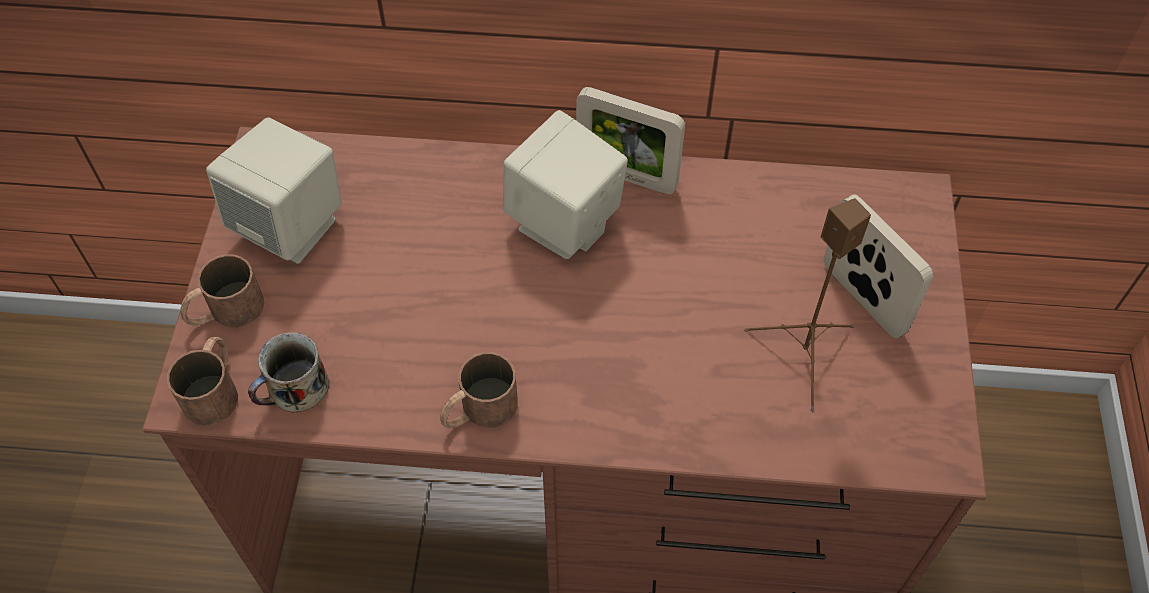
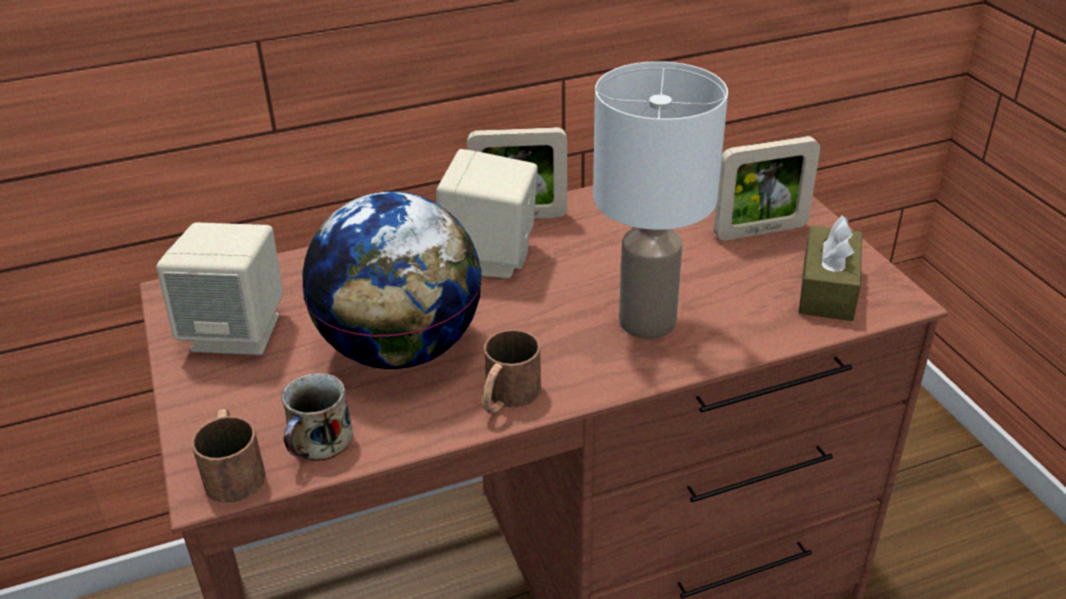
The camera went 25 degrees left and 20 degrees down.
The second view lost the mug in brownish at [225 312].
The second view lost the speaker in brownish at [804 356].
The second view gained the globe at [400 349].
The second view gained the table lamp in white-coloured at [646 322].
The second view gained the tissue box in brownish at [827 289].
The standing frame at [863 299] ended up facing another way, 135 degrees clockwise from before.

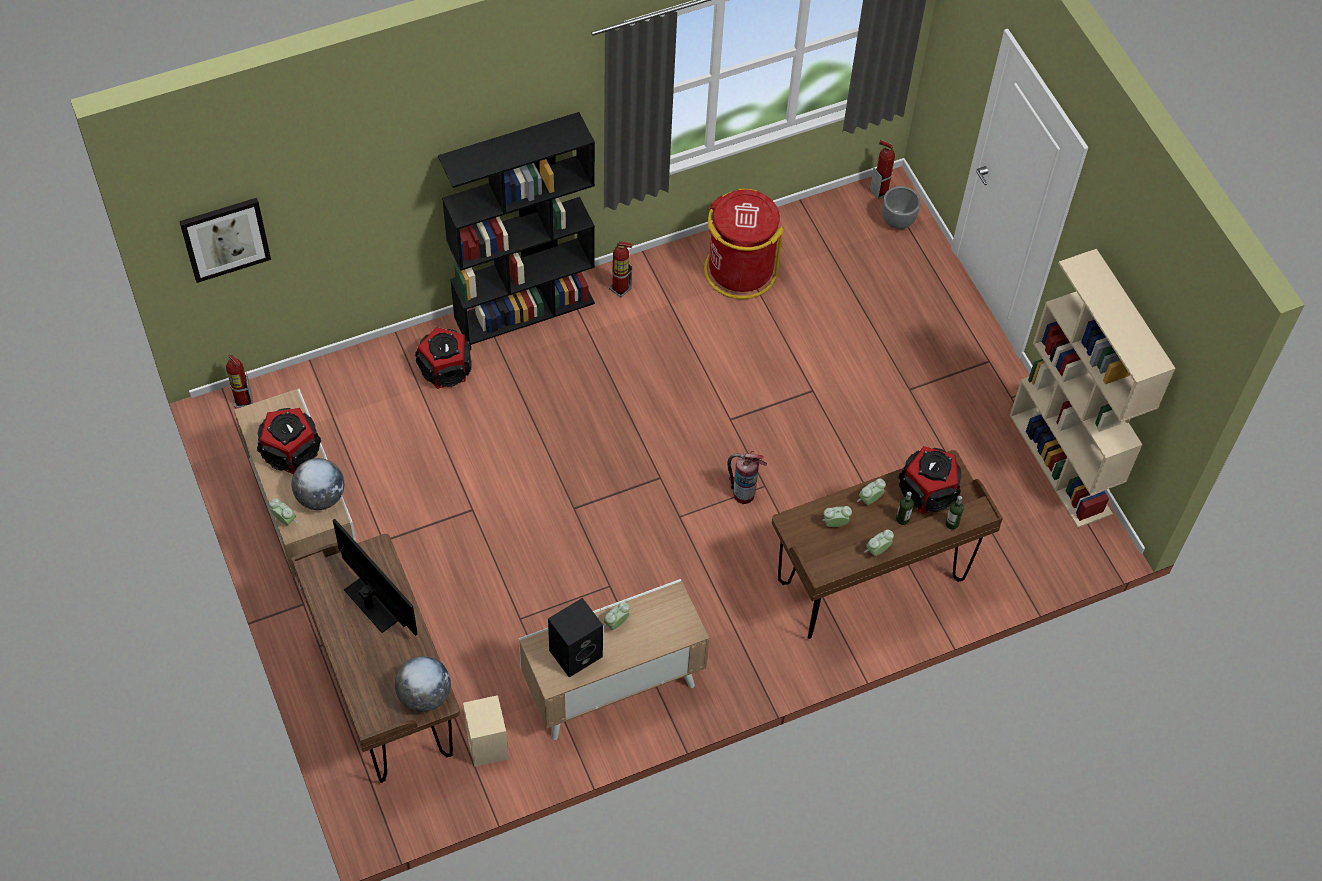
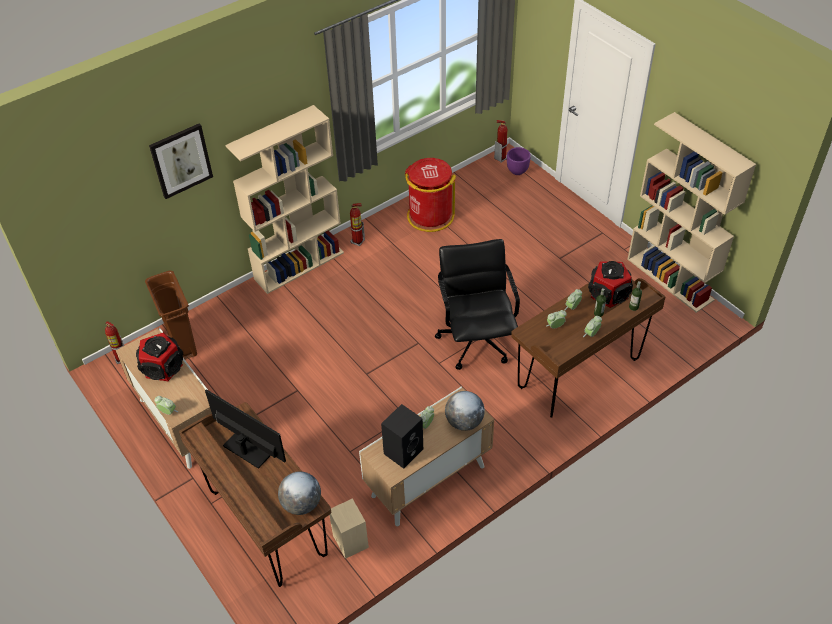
The camera went 10 degrees left and 10 degrees down.
The second view lost the speaker at [446 369].
The second view gained the trash can in brownish at [182 343].
The wall picture ended up elsewhere, having gone from [225 238] to [181 160].
The globe ended up elsewhere, having gone from [320 497] to [464 422].
Where the extinguisher stood at [743 494], the office chair in black-coloured came to stand at [476 340].
What was the bookshelf in black-coloured at [524 309] turned into the bookshelf in beige-coloured at [299 265].
What was the planter in greyish at [898 221] turned into the planter in purple at [517 171].

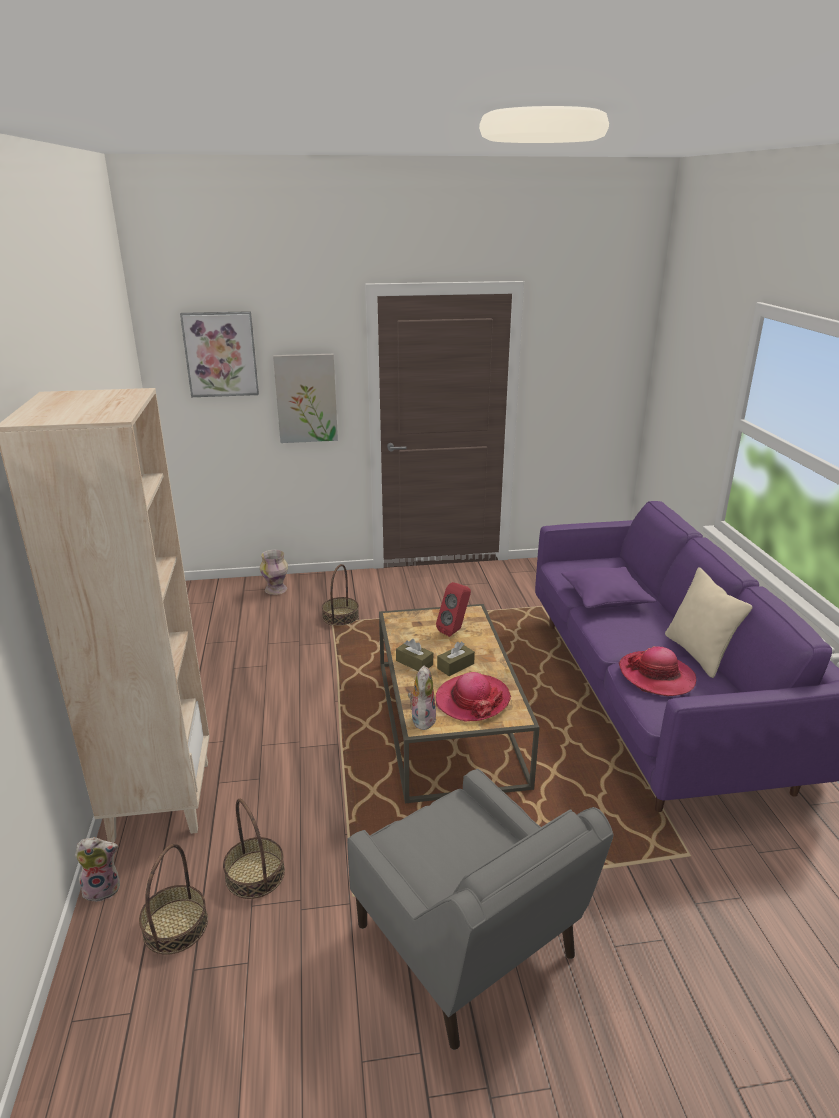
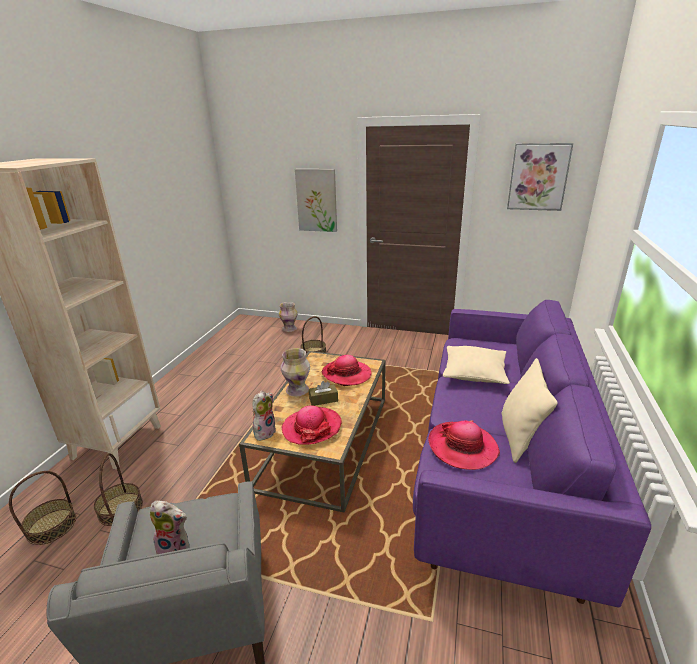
The camera went 25 degrees right and 0 degrees up.
The plush toy ended up elsewhere, having gone from [103 888] to [176 549].
The wall picture ended up elsewhere, having gone from [220 354] to [538 177].
Where the tissue box in brownish stood at [414 663], the flower vase came to stand at [298 390].
Where the speaker in red-coloured stood at [455 630], the clothing hat came to stand at [346 374].
What was the throw pillow in purple at [605 598] turned into the throw pillow in beige-coloured at [474 373].

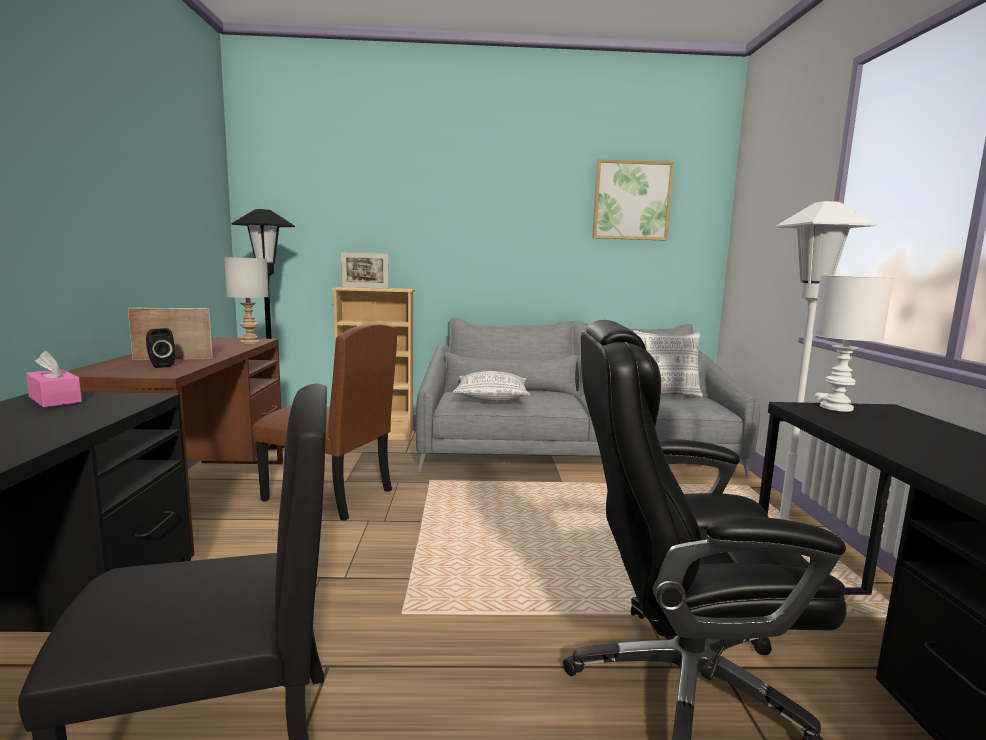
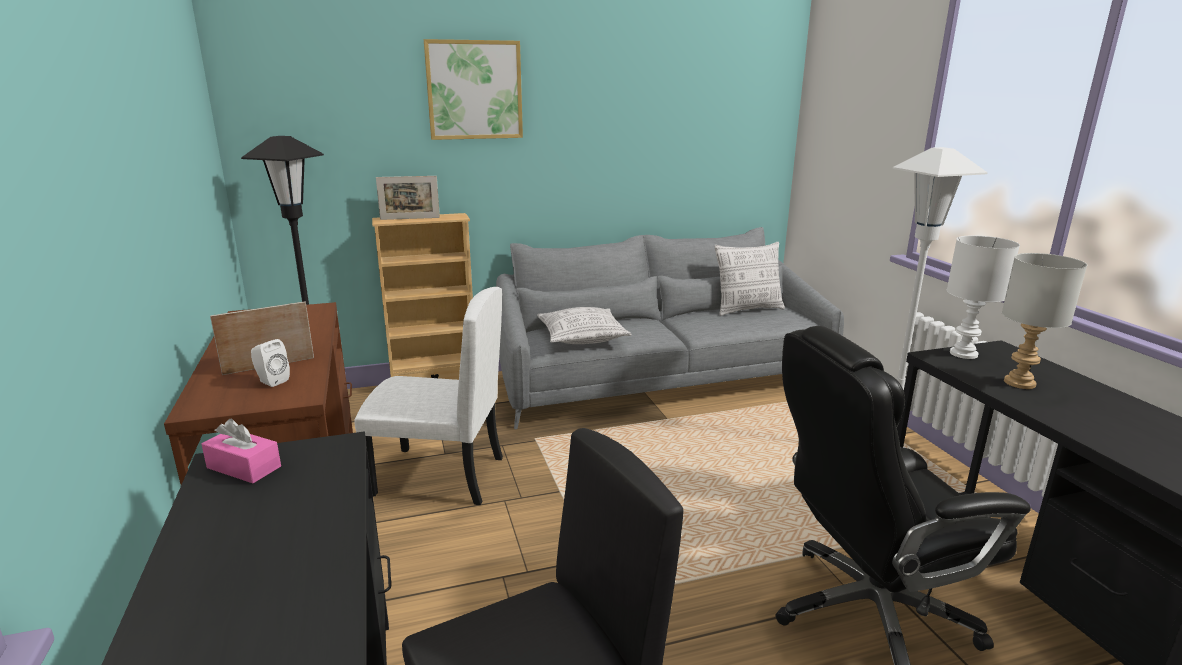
The camera went 15 degrees left and 10 degrees up.
The table lamp in greyish ended up elsewhere, having gone from [249 343] to [1019 383].
The wall picture ended up elsewhere, having gone from [631 200] to [474 90].
What was the speaker in black-coloured at [160 365] turned into the speaker in white-coloured at [271 381].
What was the upright chair in brownish at [328 495] turned into the upright chair in white-coloured at [439 476].

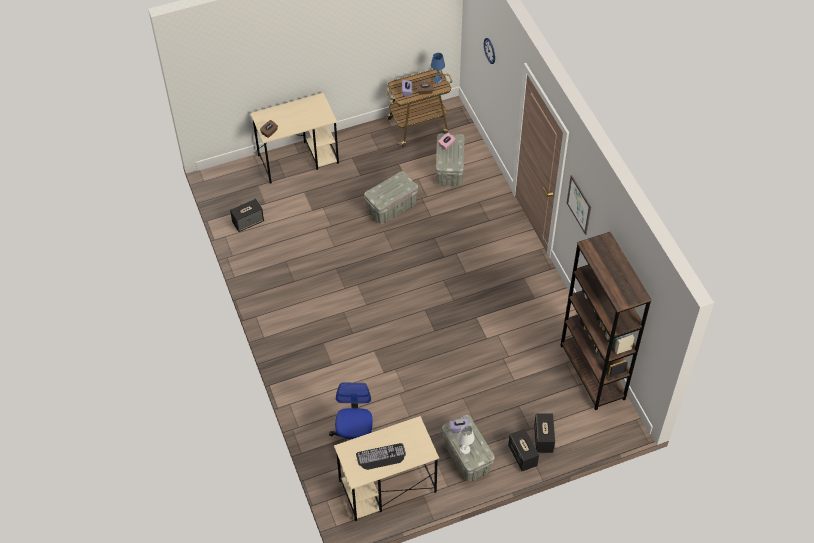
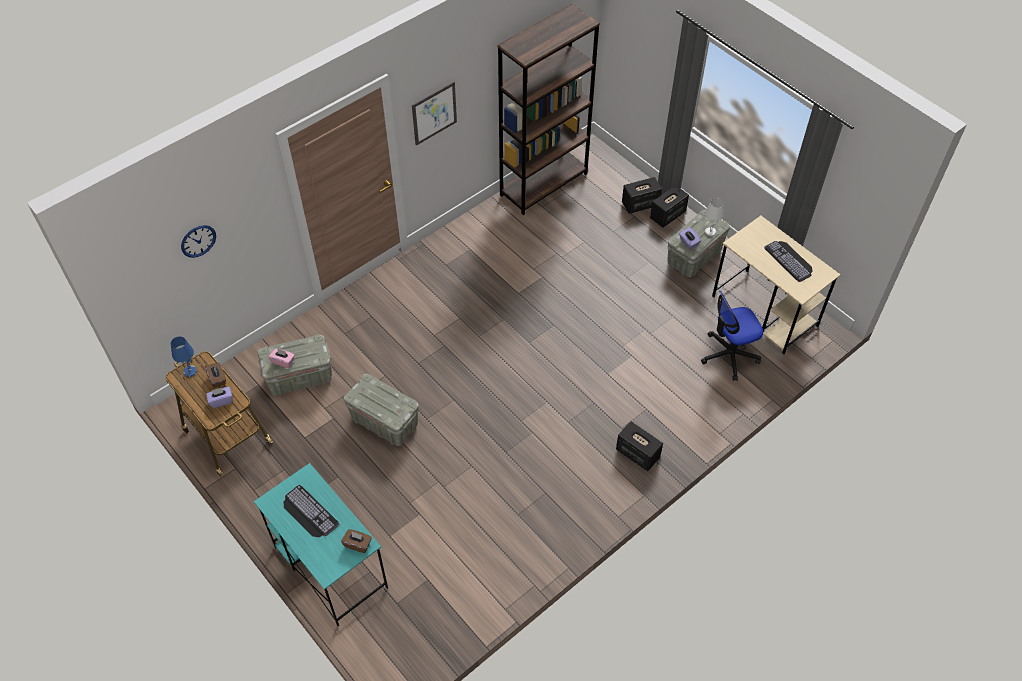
The camera went 110 degrees left and 0 degrees up.
The second view gained the keyboard at [308 513].
The speaker ended up elsewhere, having gone from [248 222] to [637 453].
What was the desk table in beige-coloured at [299 159] turned into the desk table in turquoise at [329 566].

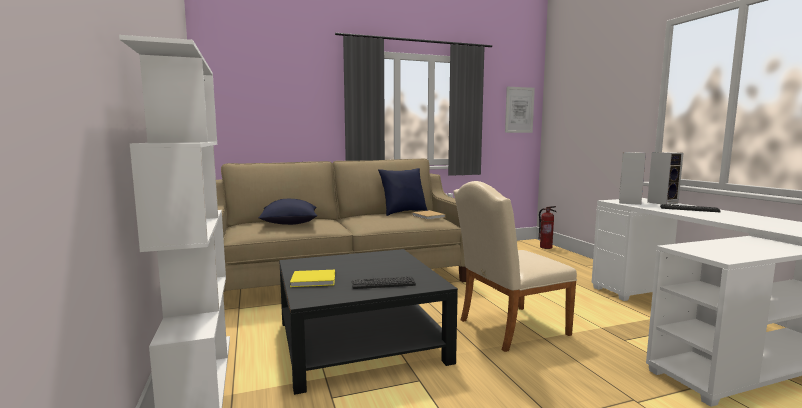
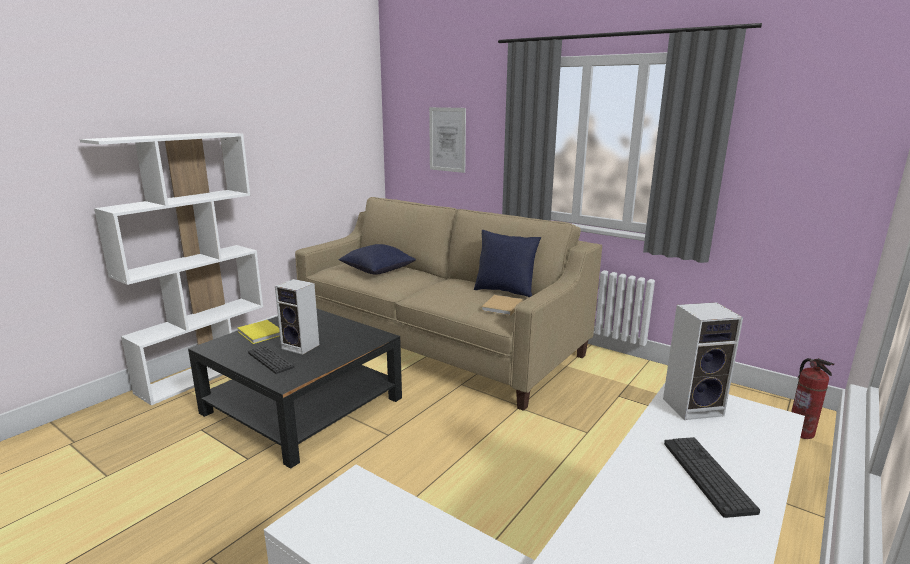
The camera went 55 degrees right and 10 degrees up.
The second view lost the upright chair in beige-coloured at [507 328].
The wall picture ended up elsewhere, having gone from [519 110] to [447 139].
The speaker ended up elsewhere, having gone from [662 202] to [302 347].

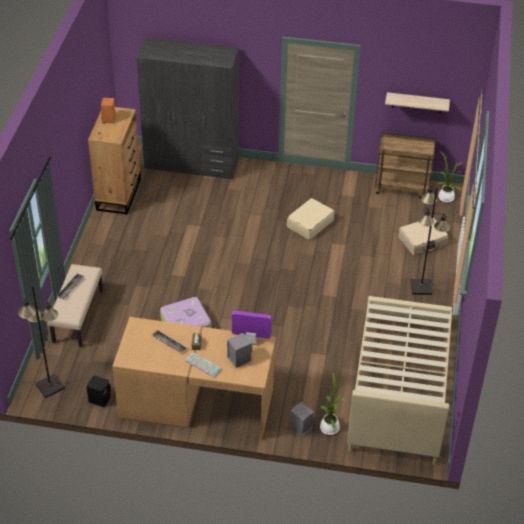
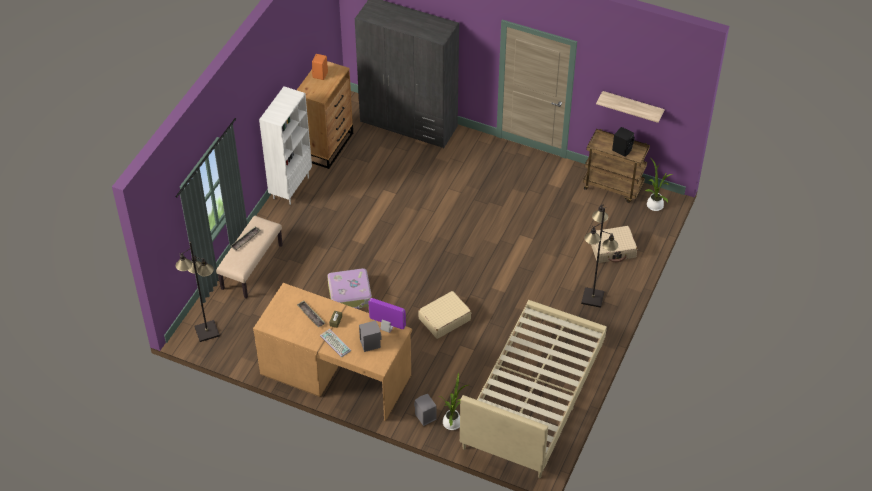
The camera went 15 degrees right and 5 degrees up.
The second view gained the bookshelf in white-coloured at [290 187].
The speaker in black-coloured ended up elsewhere, having gone from [100 399] to [622 149].
The piece of luggage in beige-coloured ended up elsewhere, having gone from [309 224] to [444 319].

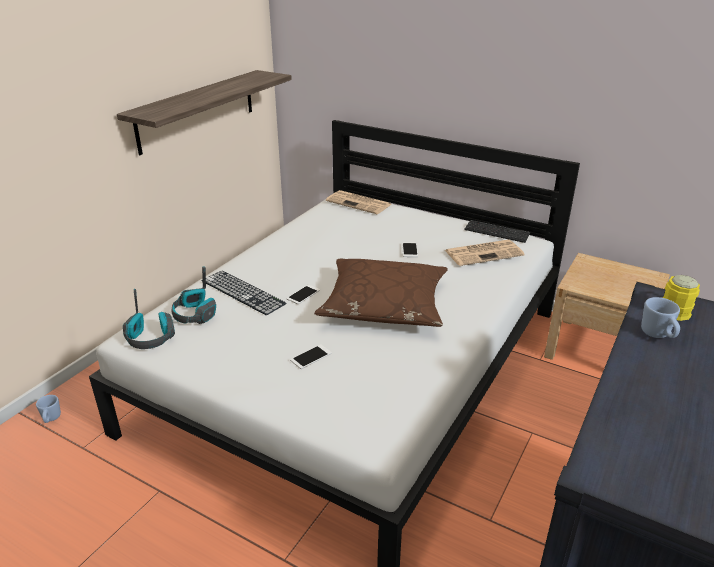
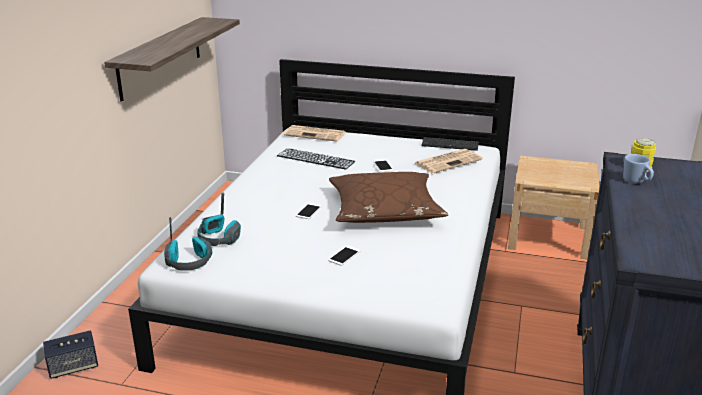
The camera went 15 degrees left and 5 degrees down.
The keyboard ended up elsewhere, having gone from [243 292] to [315 159].
Where the mug in blue-coloured stood at [51 419], the speaker came to stand at [73 367].

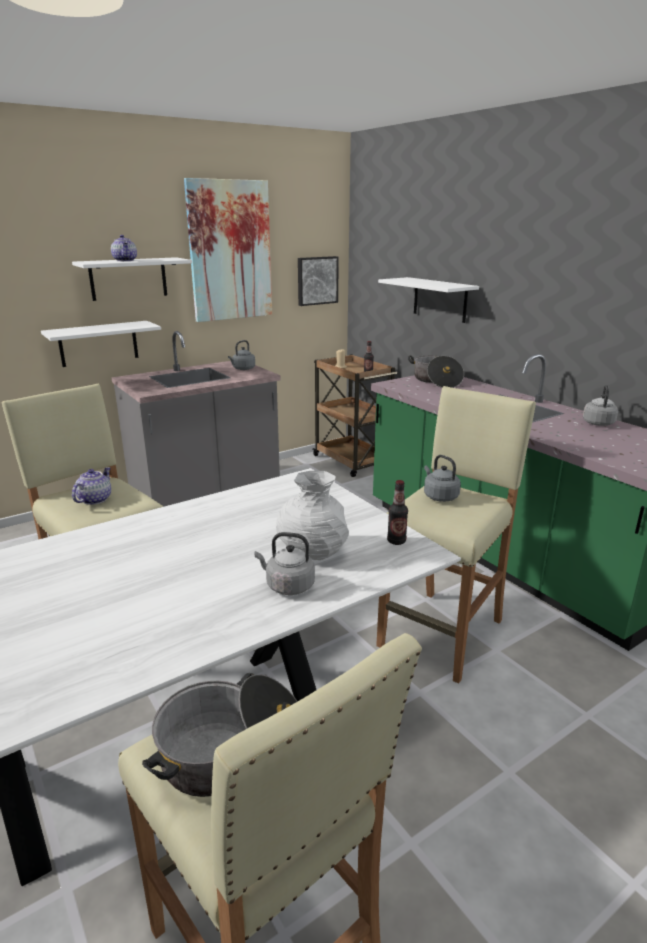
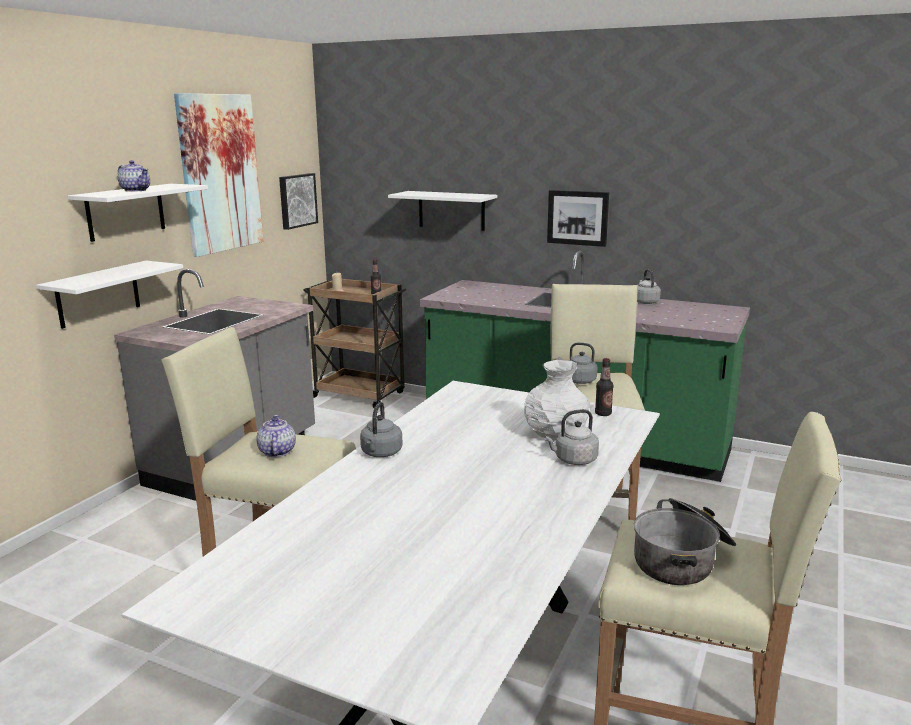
The camera went 30 degrees left and 5 degrees down.
The second view lost the saucepot at [435 381].
The second view gained the wall picture at [578 217].
The water kettle in greyish ended up elsewhere, having gone from [243 369] to [381 453].

